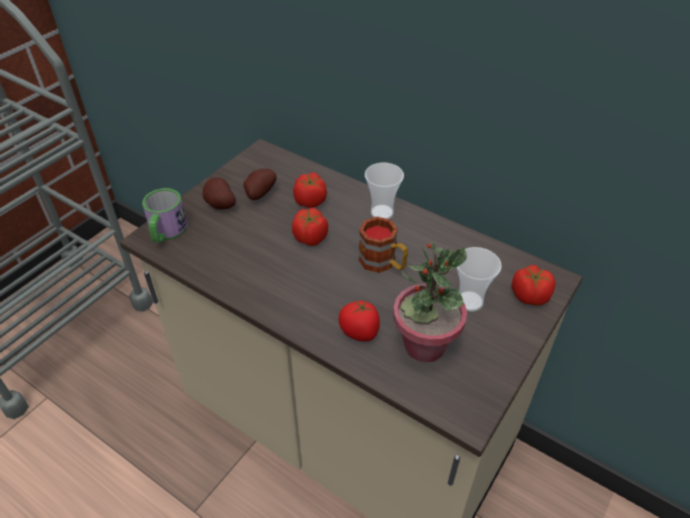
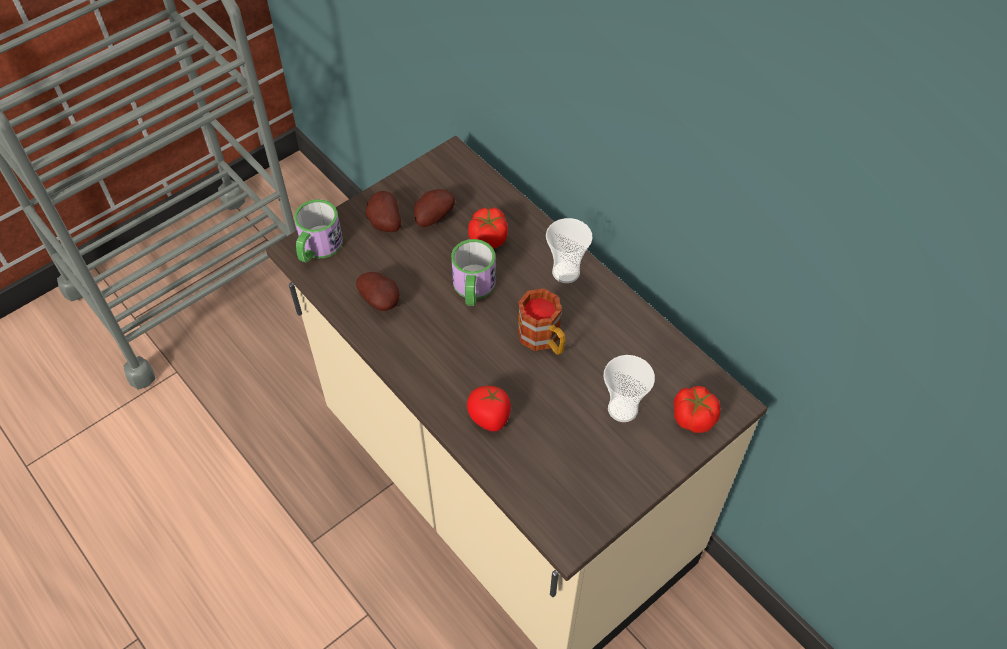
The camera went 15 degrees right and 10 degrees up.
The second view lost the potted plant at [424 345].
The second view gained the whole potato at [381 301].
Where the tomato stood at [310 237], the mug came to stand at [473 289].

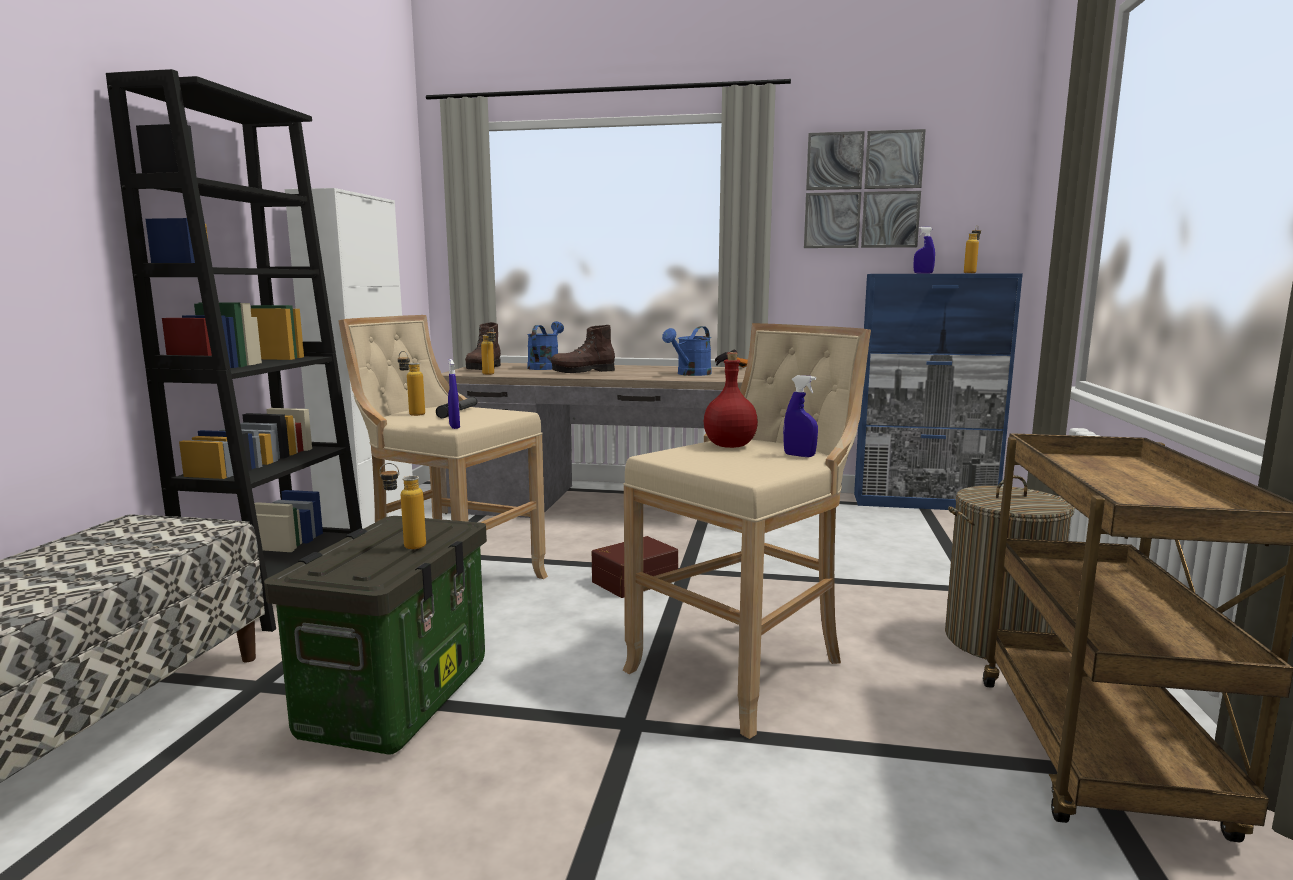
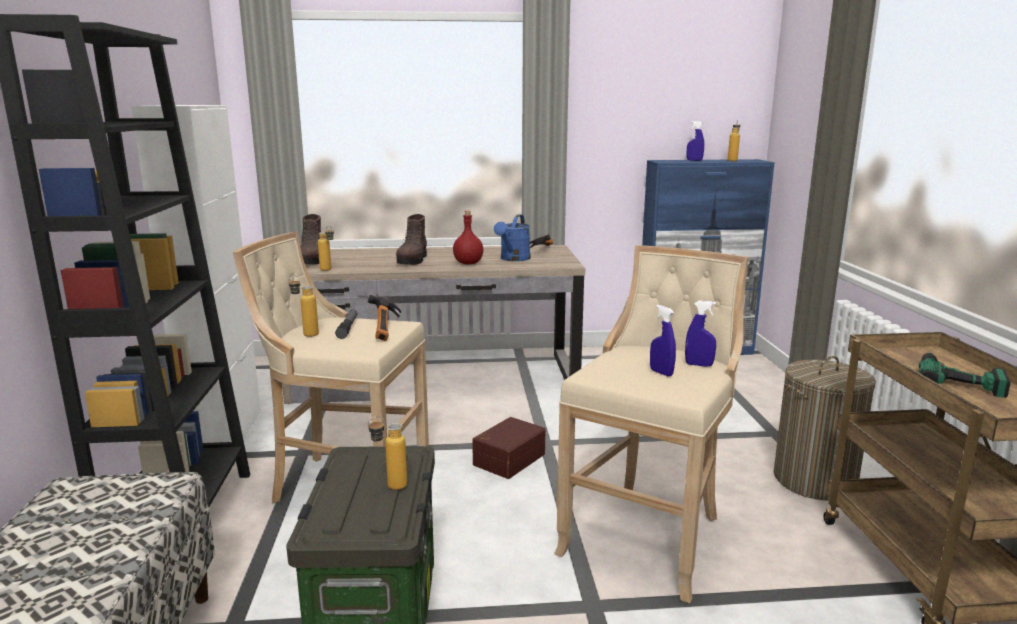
The camera went 15 degrees left and 5 degrees up.
The second view lost the sprinkling can in blue-coloured at [545 367].
The second view lost the wall picture at [862 190].
The second view gained the hammer at [387 330].
The second view gained the electric drill at [958 376].
The spray bottle in blue-coloured ended up elsewhere, having gone from [454 427] to [661 373].
The beverage bottle in red-coloured ended up elsewhere, having gone from [730 446] to [468 263].
The high-top boot in brownish at [583 371] ended up facing another way, 45 degrees counterclockwise from before.

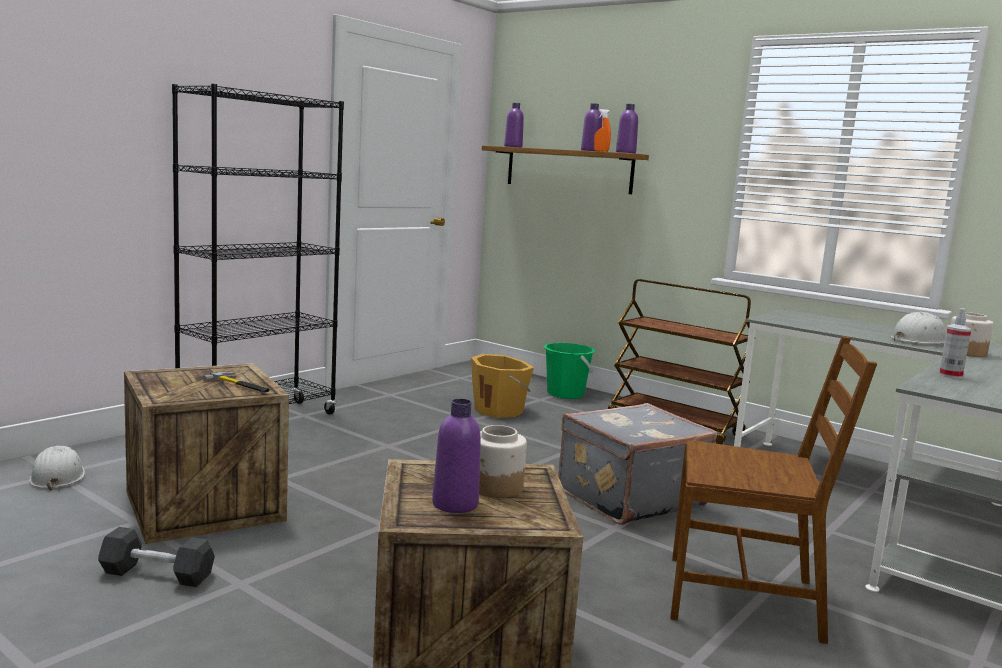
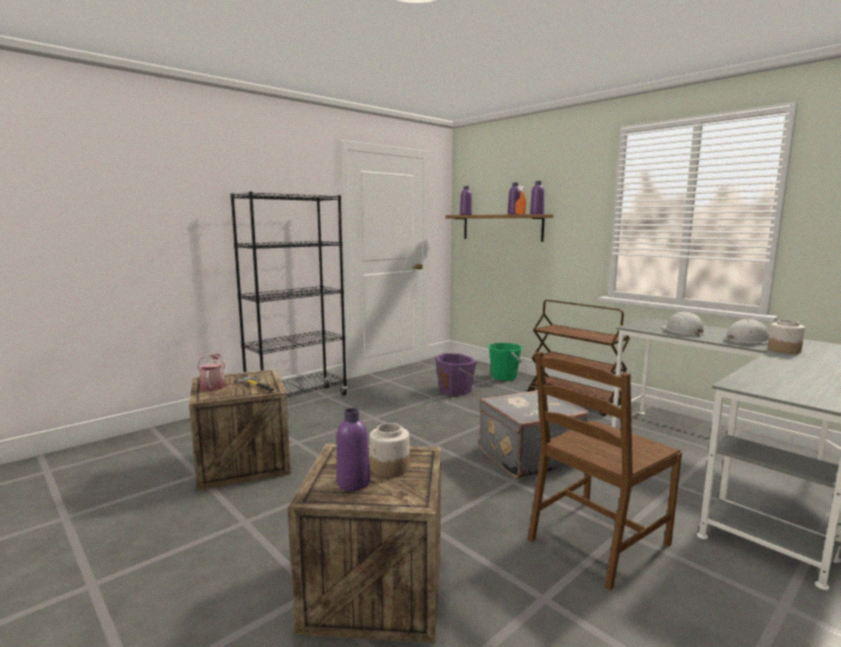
The camera went 10 degrees right and 0 degrees up.
The second view lost the hand weight in black-coloured at [157 574].
The second view lost the spray bottle at [950 376].
The second view gained the sprinkling can at [213 386].
The work helmet in white-coloured ended up elsewhere, having gone from [57 477] to [683 331].
What was the bucket in orange at [499 410] turned into the bucket in purple at [455 390].
The upright chair in brownish at [744 598] ended up facing another way, 120 degrees clockwise from before.

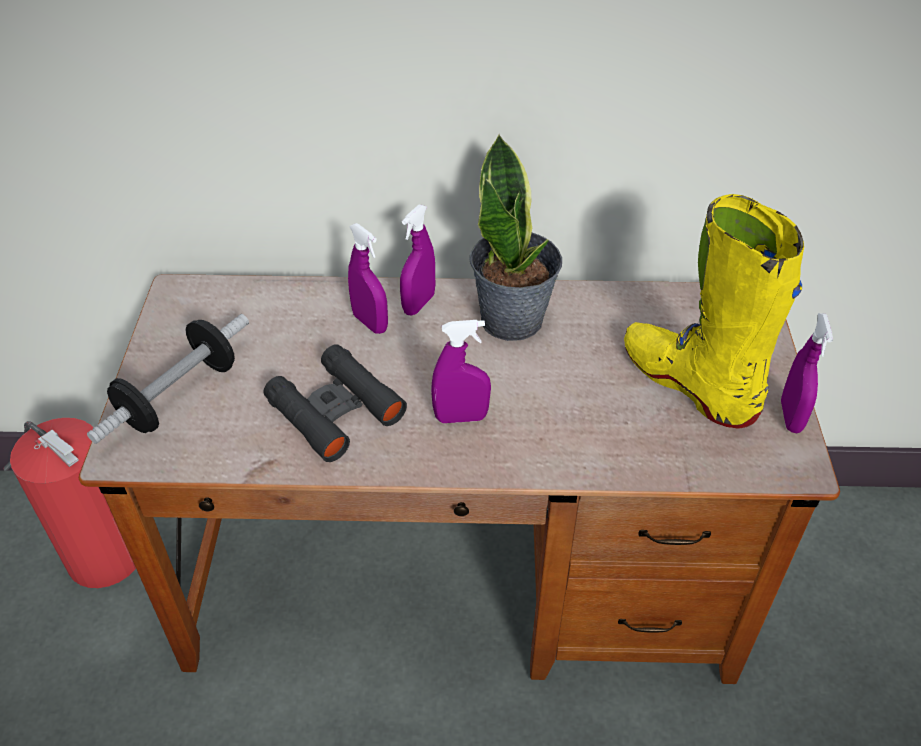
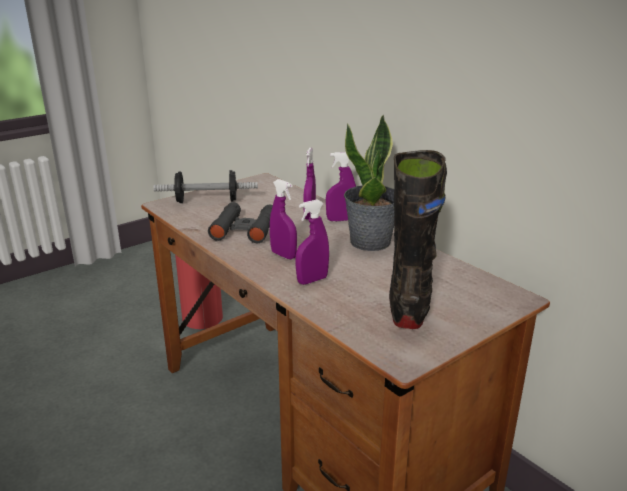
The camera went 50 degrees right and 20 degrees down.
The spray bottle in purple ended up elsewhere, having gone from [791 417] to [312 280].
What was the high-top boot in yellow-coloured at [689 384] turned into the high-top boot in black-coloured at [409 303].

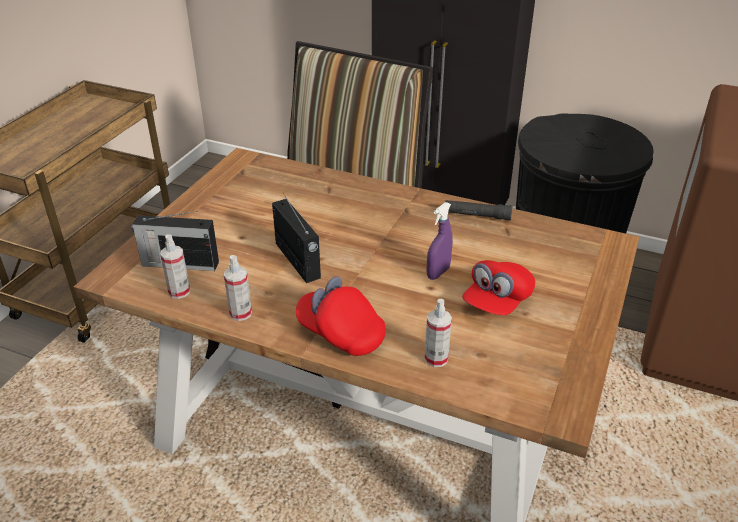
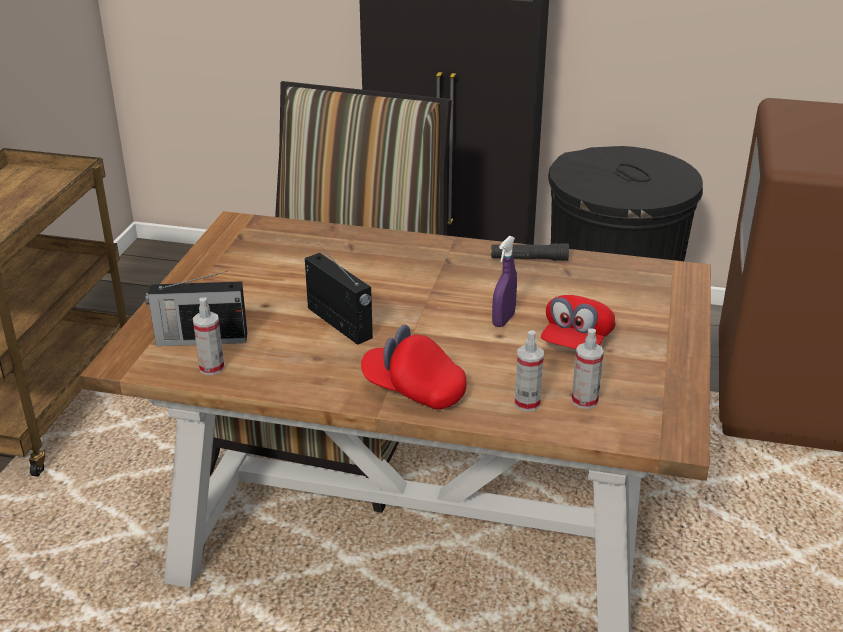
The camera went 10 degrees left and 5 degrees down.
The spray bottle ended up elsewhere, having gone from [240 313] to [584 401].

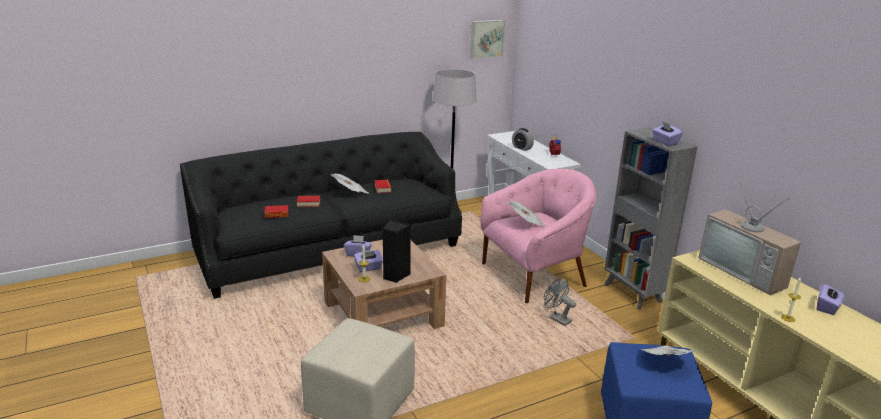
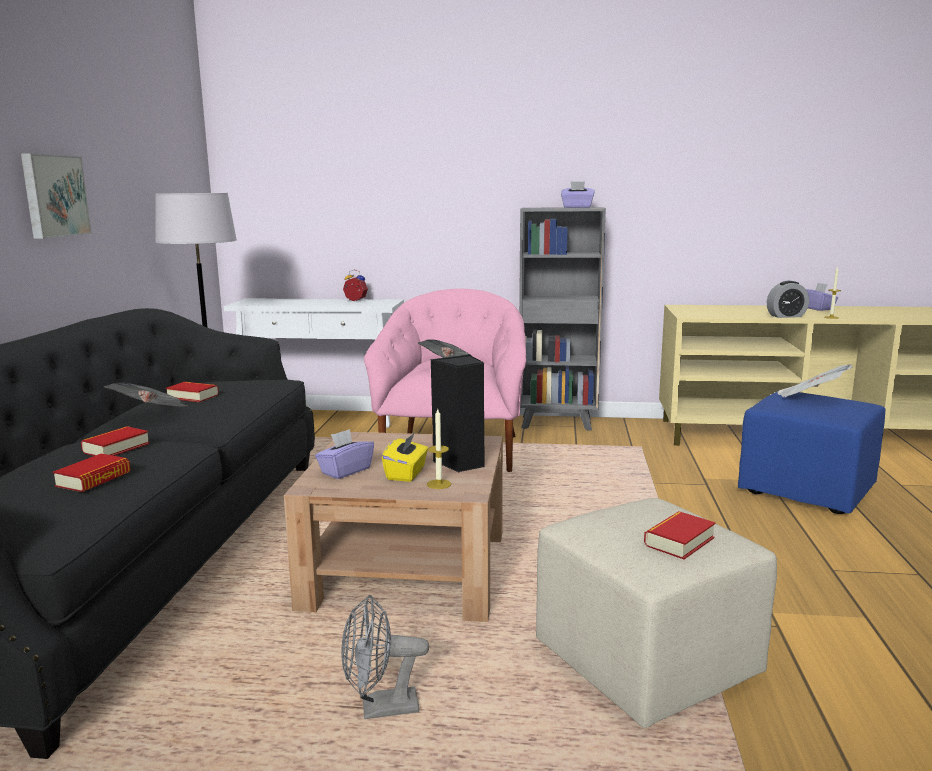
The camera went 55 degrees left and 10 degrees down.
The second view lost the television at [745 271].
The second view gained the book at [679 541].
The wall picture ended up elsewhere, having gone from [486 38] to [53 196].
The table clock ended up elsewhere, having gone from [522 148] to [786 316].
The electric fan in greyish ended up elsewhere, having gone from [556 318] to [380 709].
What was the tissue box in purple at [368 268] turned into the tissue box in yellow-coloured at [406 474].

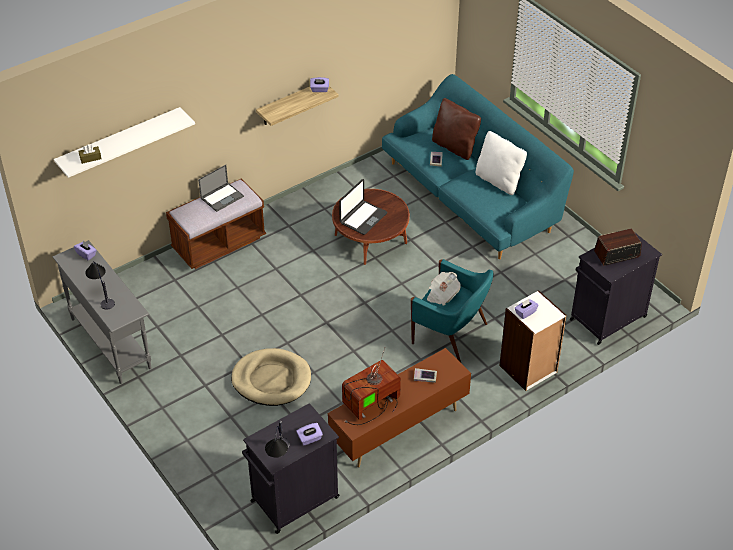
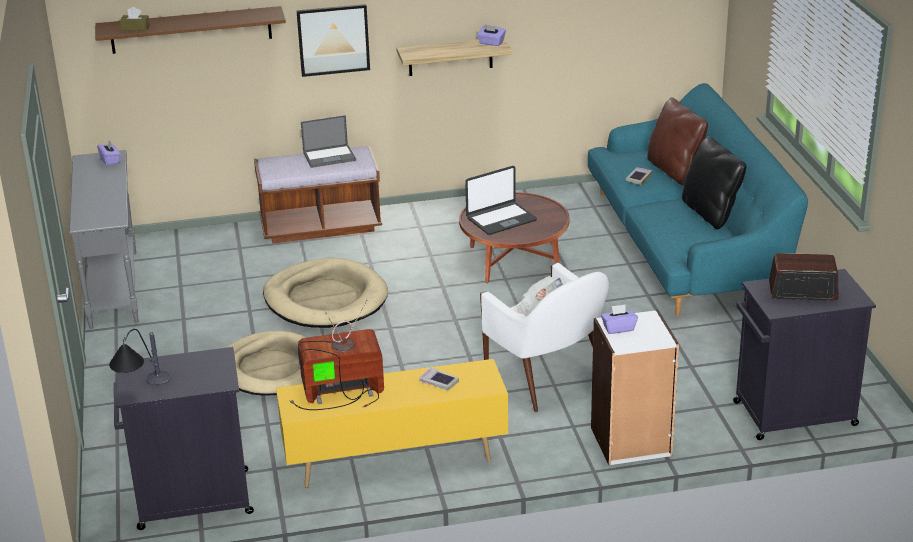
The camera went 25 degrees right and 15 degrees down.
The second view lost the table lamp at [102 295].
The second view lost the tissue box in purple at [310 439].
The second view gained the dog bed in beige-coloured at [325 299].
The second view gained the wall picture at [333 40].
What was the wall shelf in white-coloured at [119 142] turned into the wall shelf in brownish at [191 30].
What was the tv stand in brownish at [398 429] turned into the tv stand in yellow-coloured at [394 461].
What was the armchair in turquoise at [451 334] turned into the armchair in white-coloured at [547 378].
What was the throw pillow in white-coloured at [498 181] turned into the throw pillow in black-coloured at [710 213].

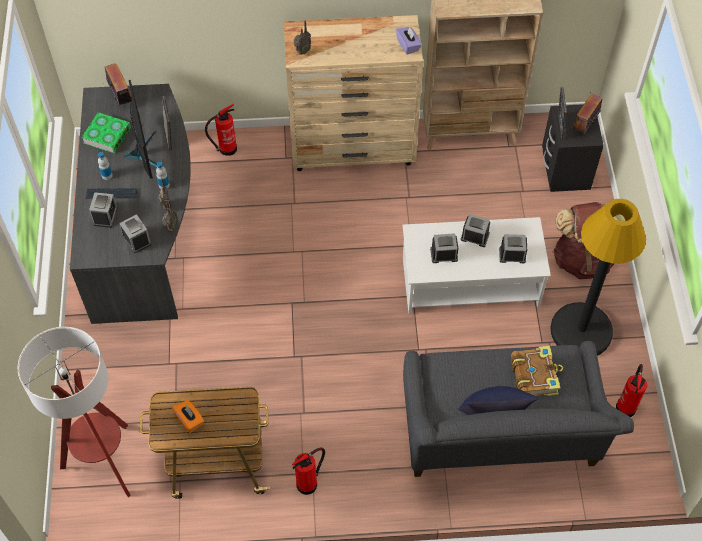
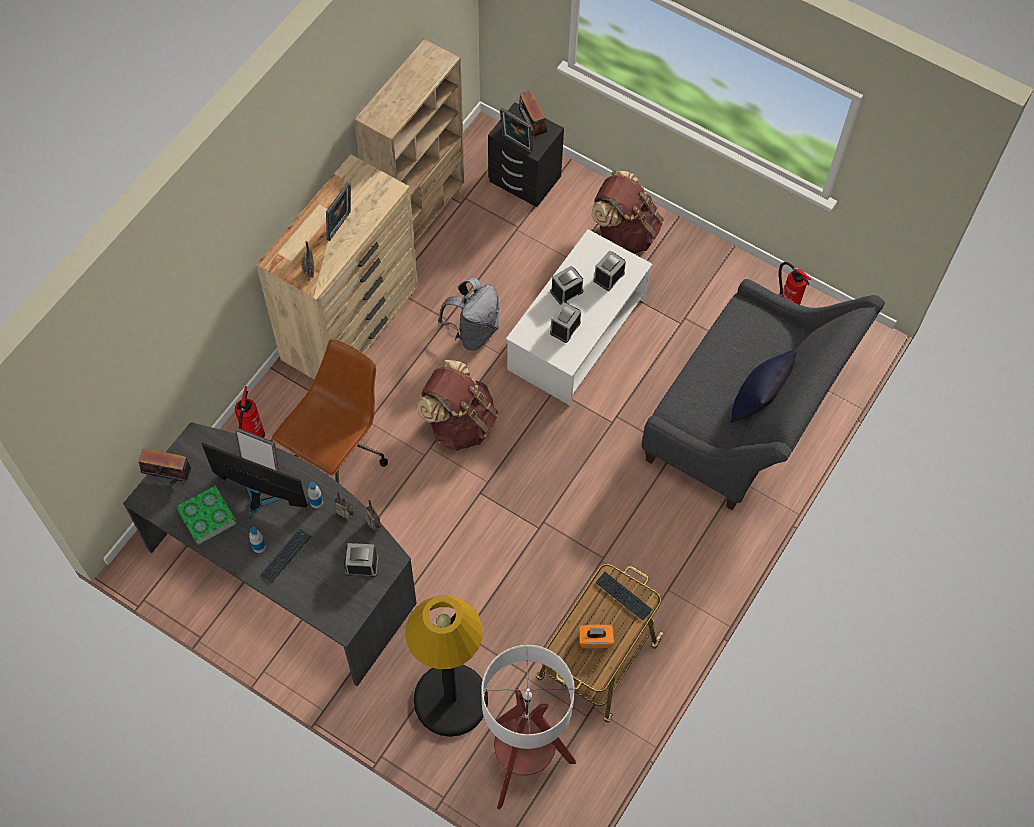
The camera went 55 degrees left and 5 degrees up.
The second view lost the table clock at [105 215].
The second view lost the extinguisher at [309 483].
The second view lost the tissue box in purple at [408 45].
The second view lost the book at [534 375].
The second view gained the office chair in brownish at [338 453].
The second view gained the standing frame at [341 227].
The second view gained the backpack in brownish at [459 423].
The second view gained the backpack in greyish at [473 331].
The second view gained the keyboard at [623 596].
The standard lamp in black-coloured ended up elsewhere, having gone from [581 331] to [450 700].

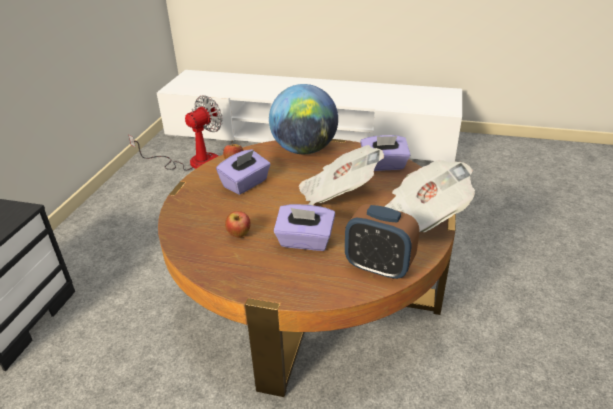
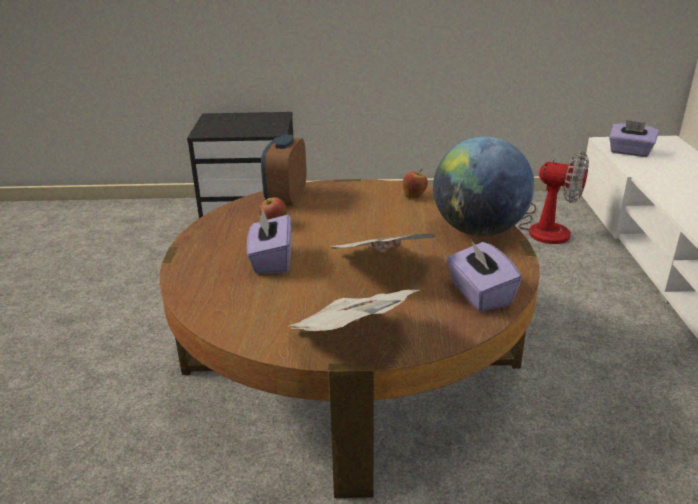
The camera went 75 degrees right and 5 degrees down.
The tissue box in purple ended up elsewhere, having gone from [245 184] to [629 152].
The table clock ended up elsewhere, having gone from [379 267] to [286 197].

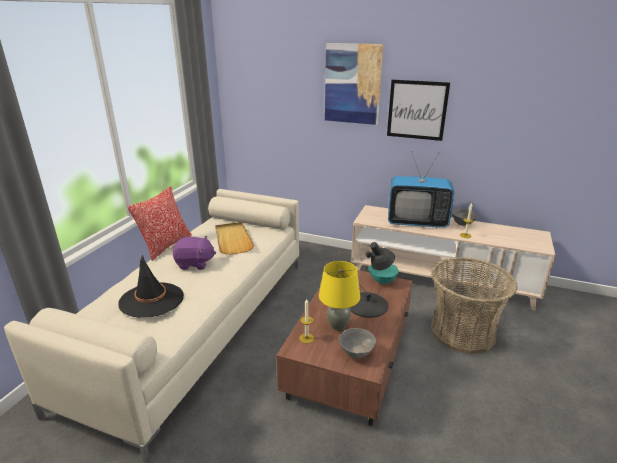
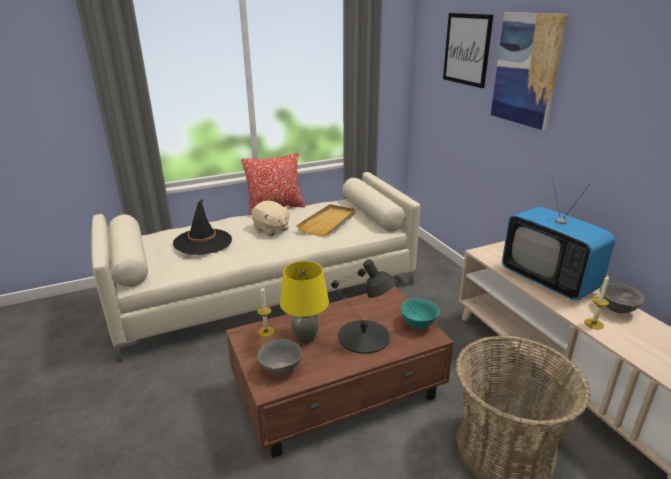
The camera went 45 degrees right and 0 degrees up.
The wall picture ended up elsewhere, having gone from [417 110] to [466 49].
What was the plush toy in purple at [195 264] turned into the plush toy in beige-coloured at [271 229].

